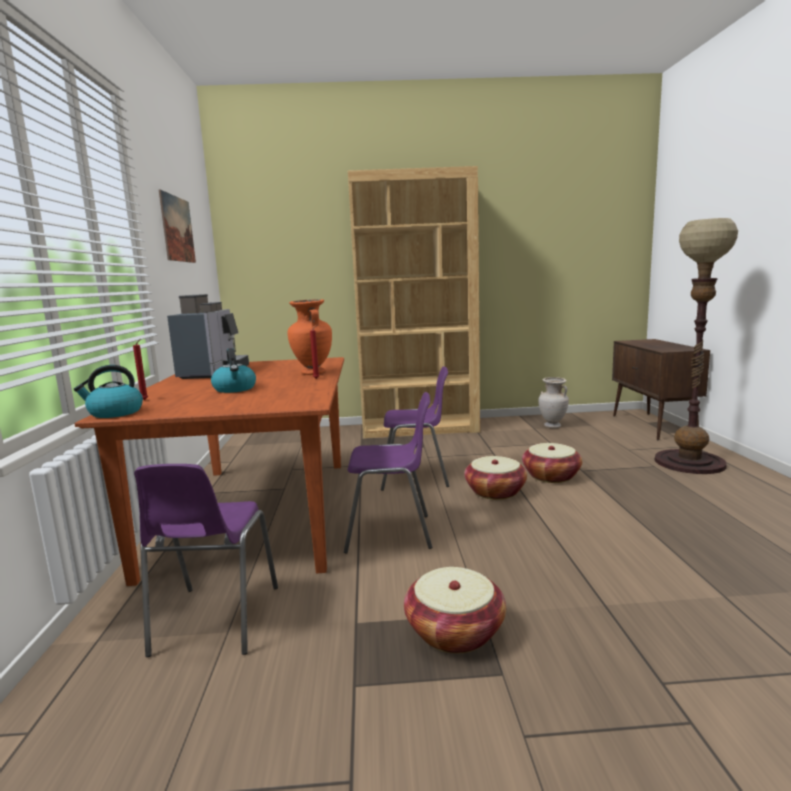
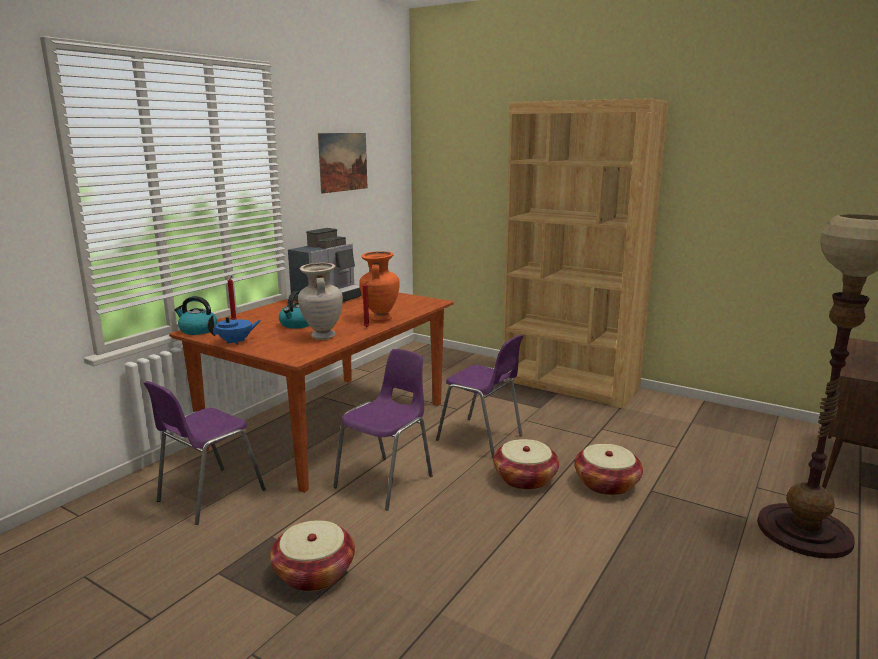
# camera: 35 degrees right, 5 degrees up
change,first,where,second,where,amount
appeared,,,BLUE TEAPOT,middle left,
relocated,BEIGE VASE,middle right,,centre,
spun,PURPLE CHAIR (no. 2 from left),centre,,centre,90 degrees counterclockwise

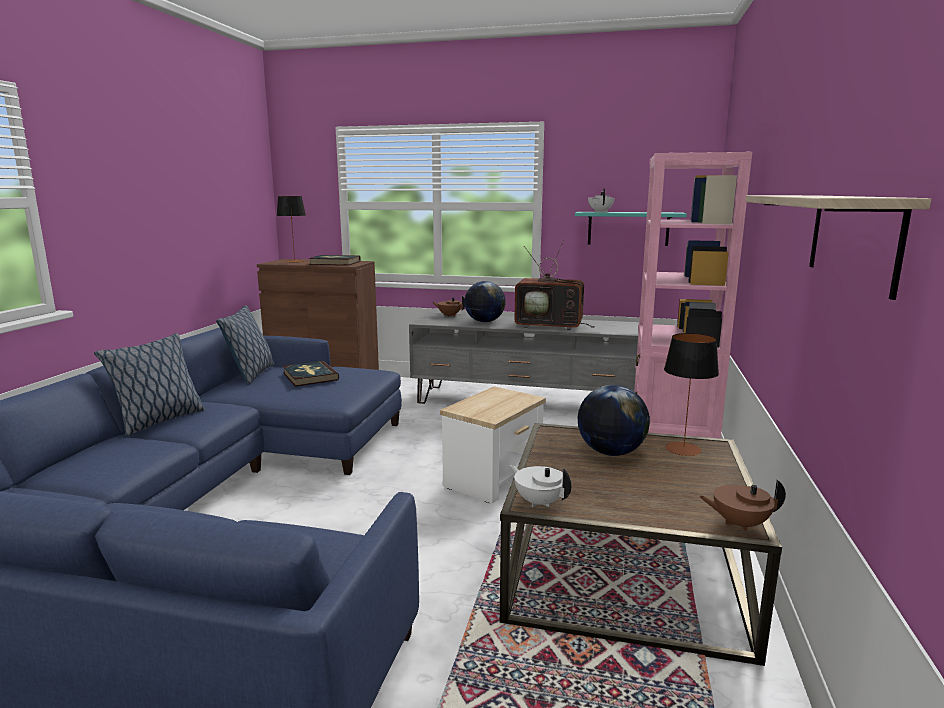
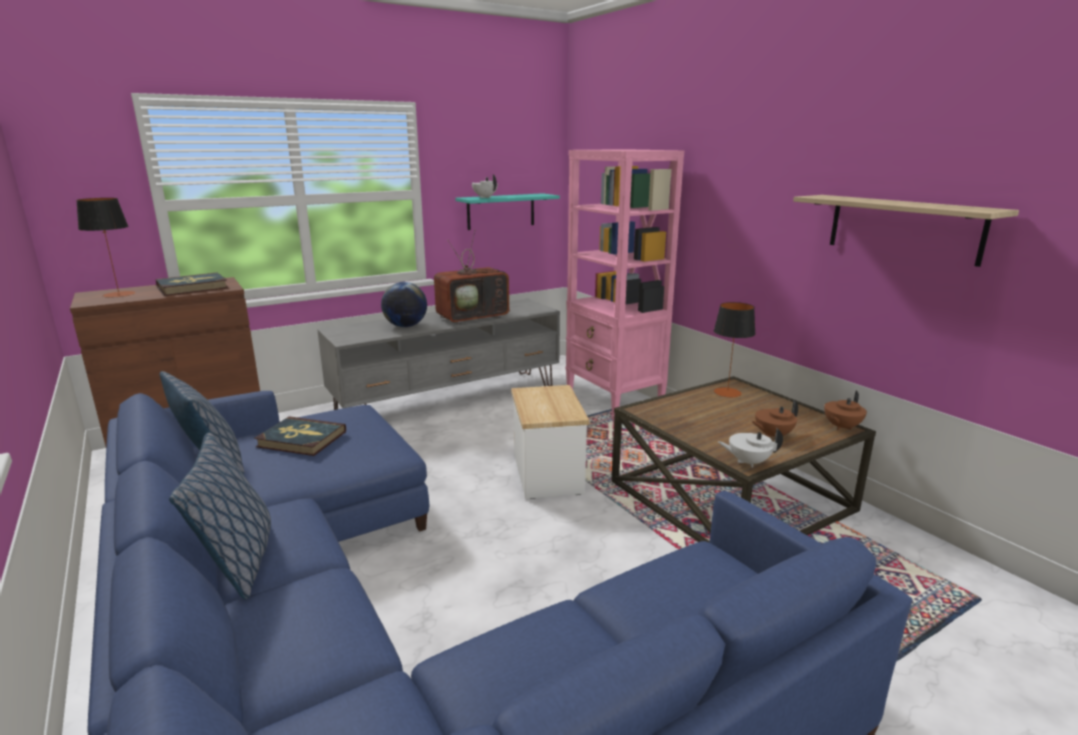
# camera: 45 degrees left, 5 degrees up
change,first,where,second,where,amount
missing,GLOBE (no. 2 from left),centre,,,
relocated,BROWN TEAPOT (no. 1 from left),centre,,middle right,

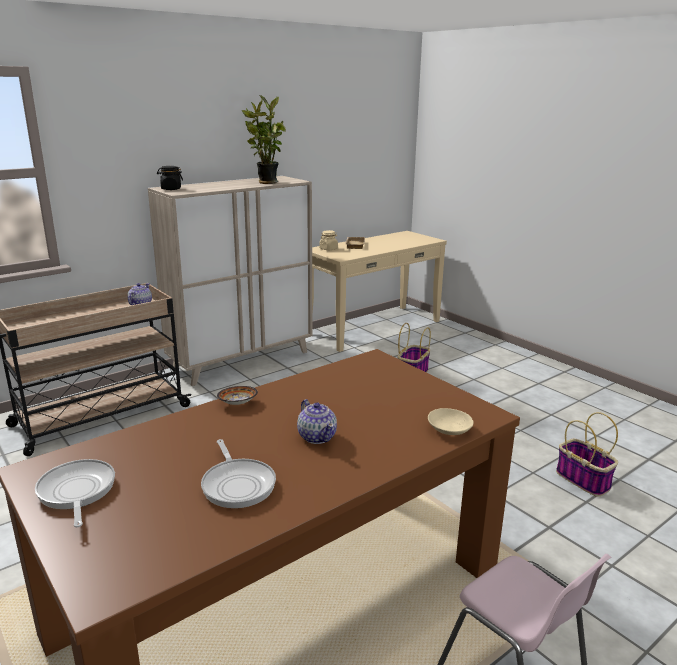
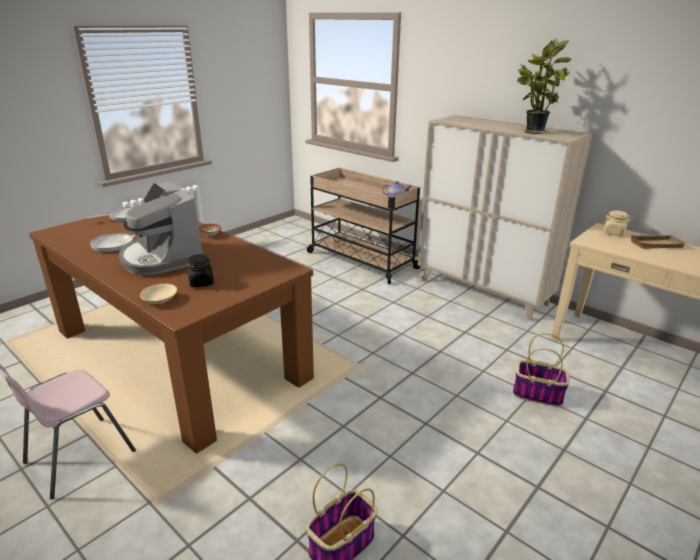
# camera: 80 degrees right, 5 degrees up
change,first,where,second,where,amount
relocated,BLACK JAR,top left,,middle left,
exchanged,TEAPOT (no. 2 from left),centre,COFFEE MACHINE,middle left,

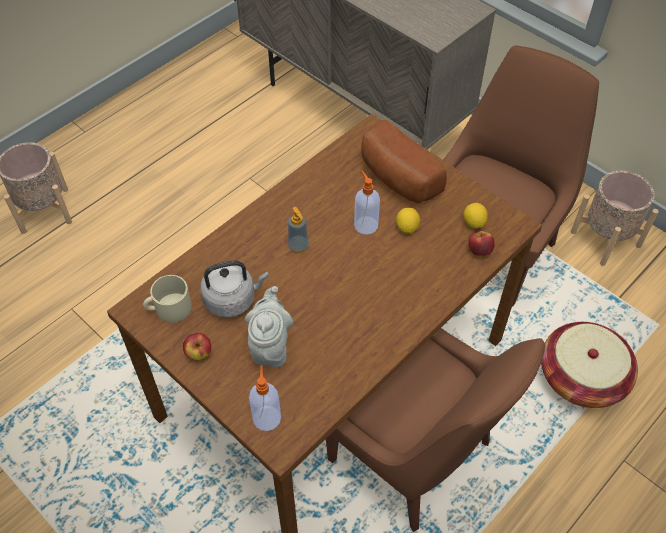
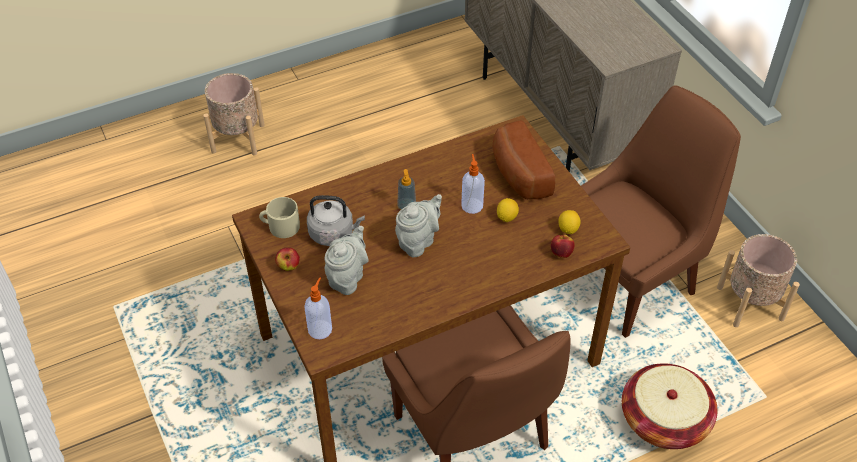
# camera: 20 degrees right, 5 degrees down
change,first,where,second,where,amount
appeared,,,GREY TEAPOT (no. 2 from left),centre,

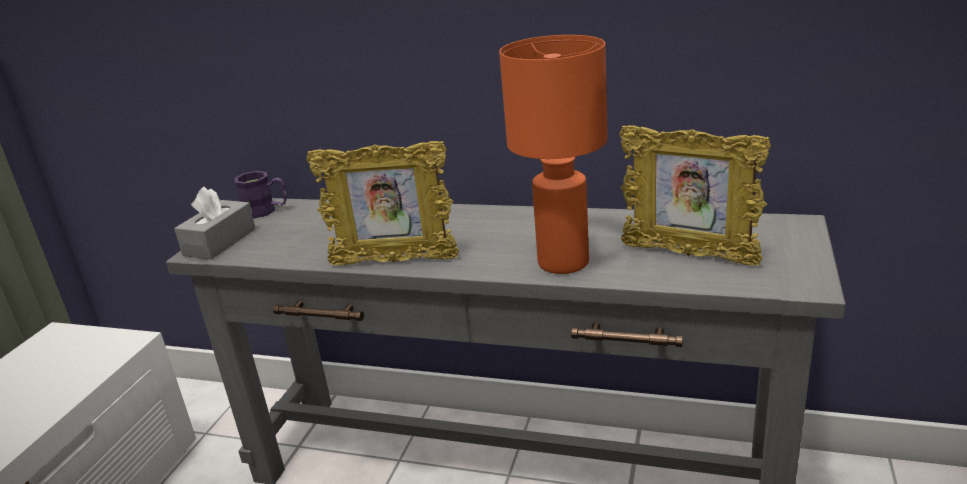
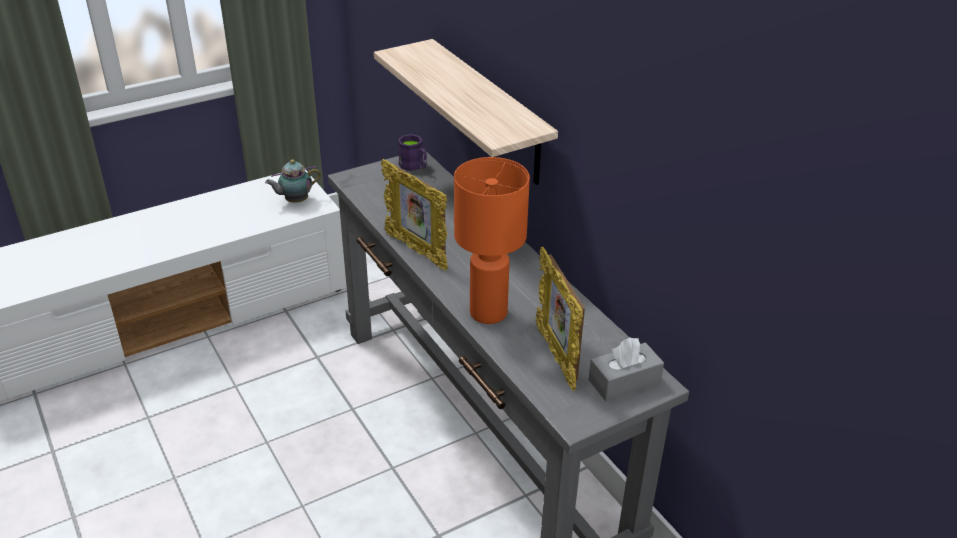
# camera: 40 degrees right, 10 degrees up
change,first,where,second,where,amount
appeared,,,TEAPOT,middle left,
appeared,,,SHELF,top centre,
relocated,GREY TISSUE BOX,middle left,,bottom centre,

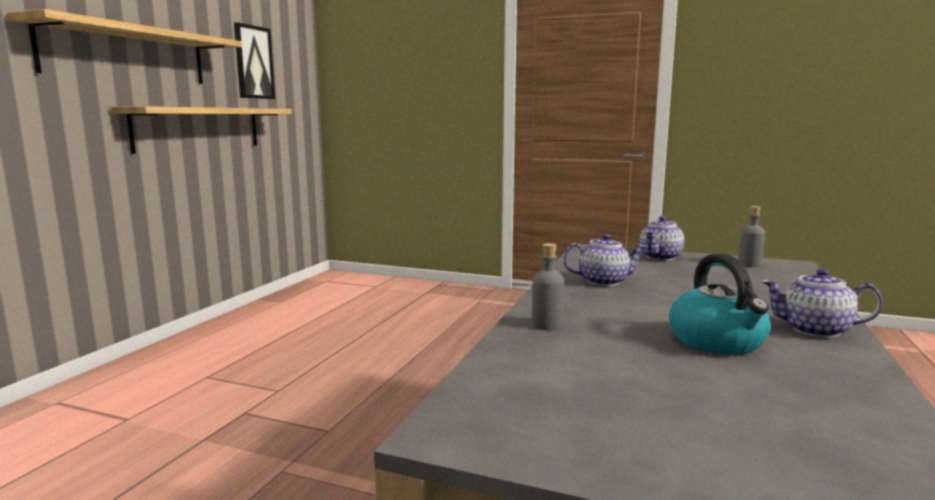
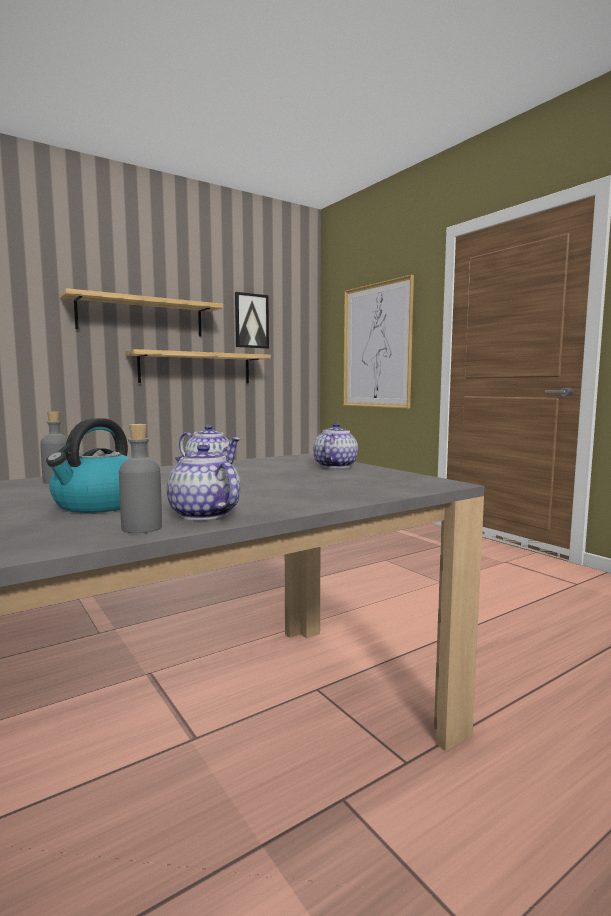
# camera: 35 degrees right, 5 degrees down
change,first,where,second,where,amount
appeared,,,PICTURE (no. 2 from left),centre,
relocated,GREY BOTTLE (no. 2 from left),middle right,,middle left,
spun,TEAPOT (no. 2 from left in the first image),middle right,TEAPOT (no. 3 from left),centre,120 degrees clockwise

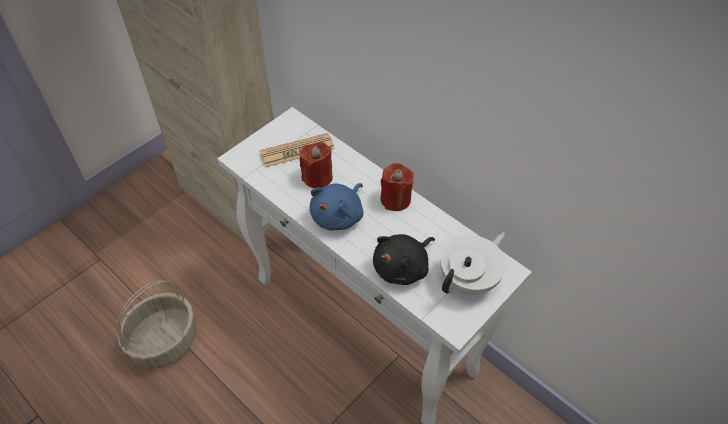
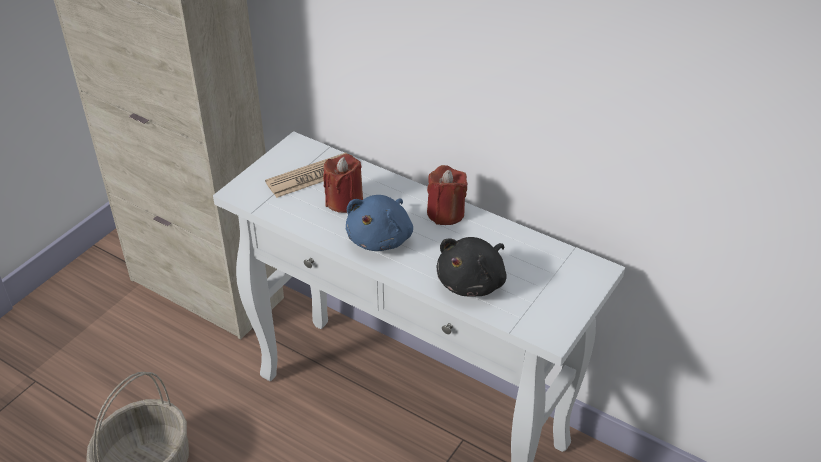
# camera: 10 degrees left, 10 degrees down
change,first,where,second,where,amount
missing,WHITE TEAPOT,centre,,,

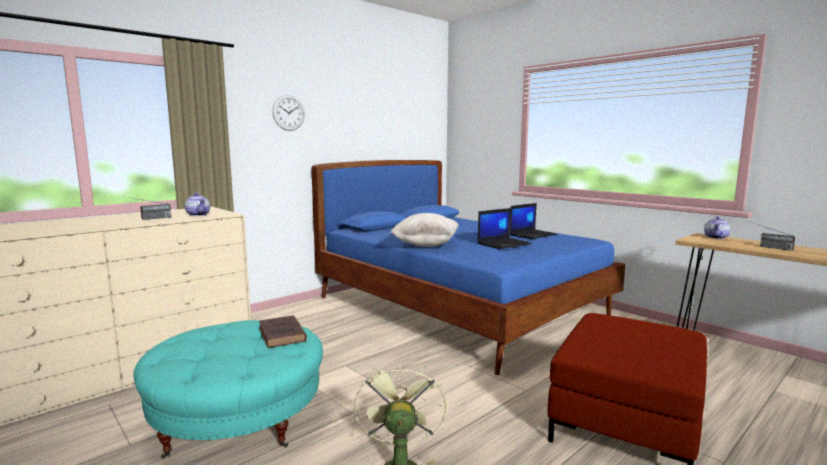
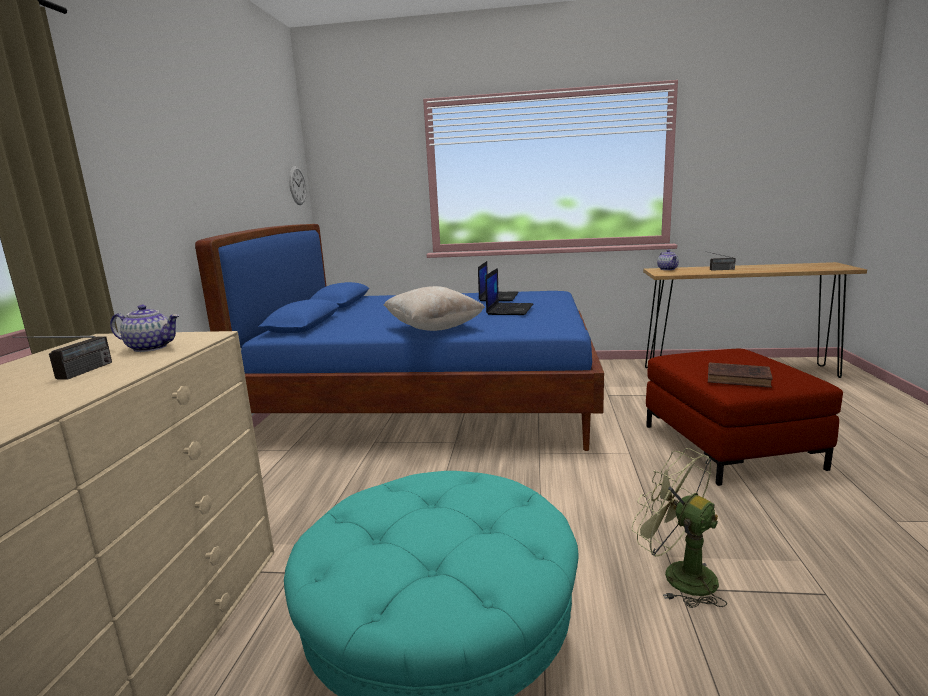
# camera: 40 degrees left, 5 degrees up
change,first,where,second,where,amount
relocated,BROWN BOOK,bottom centre,,middle right,
relocated,WALL CLOCK,top centre,,top left,

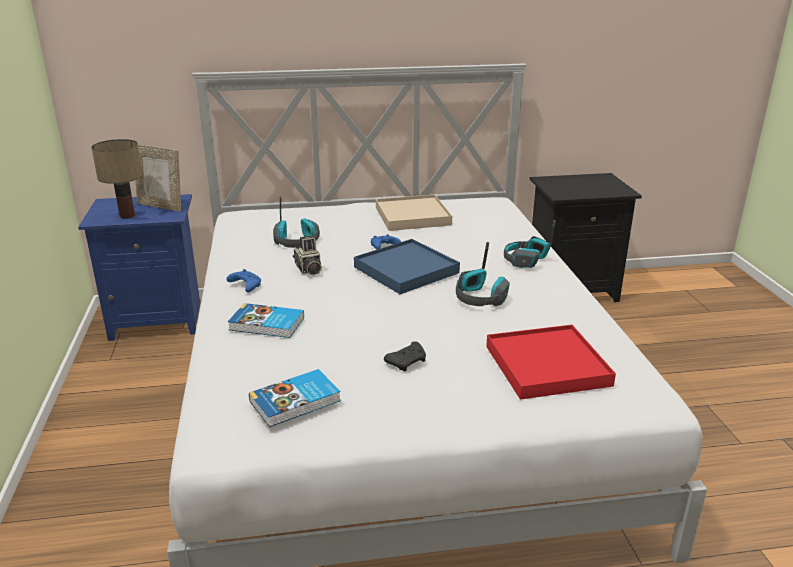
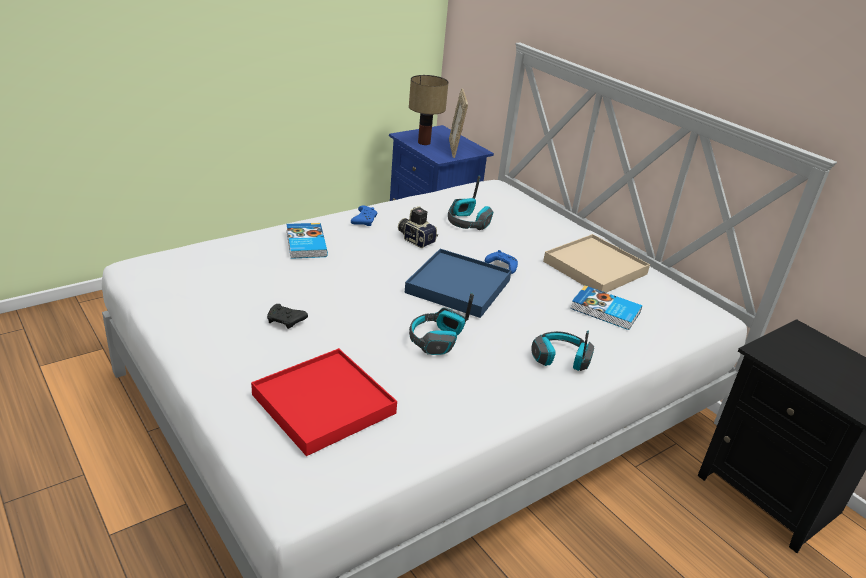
# camera: 60 degrees right, 5 degrees up
change,first,where,second,where,amount
relocated,BOOK (no. 2 from left),bottom centre,,middle right,
spun,PHOTO CAMERA,centre,,centre,90 degrees clockwise

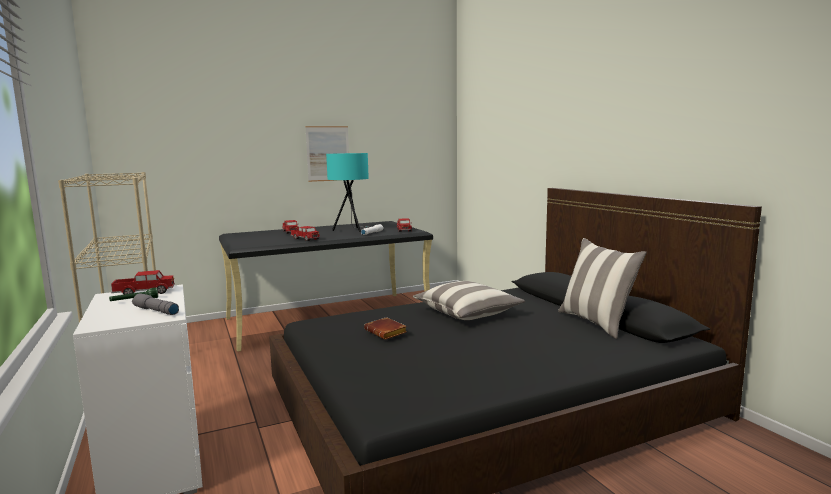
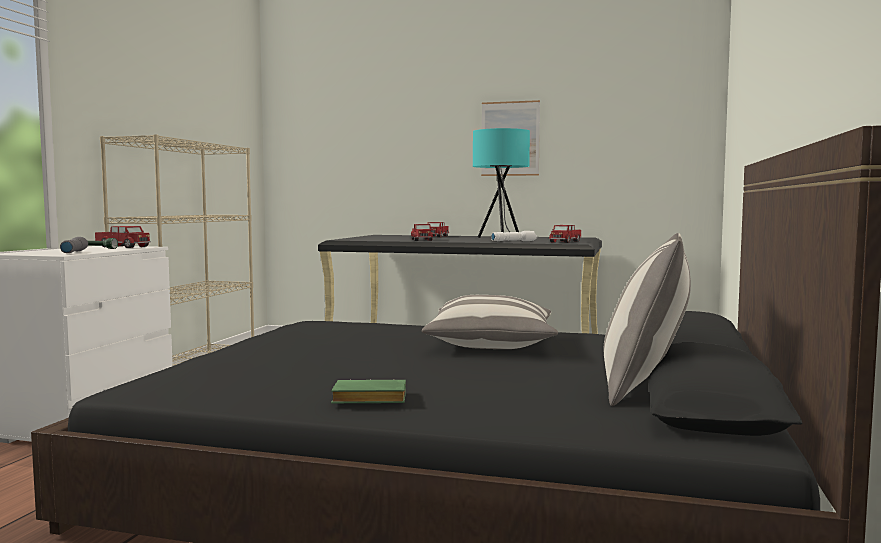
# camera: 40 degrees right, 5 degrees down
change,first,where,second,where,amount
missing,BROWN BOOK,centre,,,
appeared,,,GREEN BOOK,bottom centre,

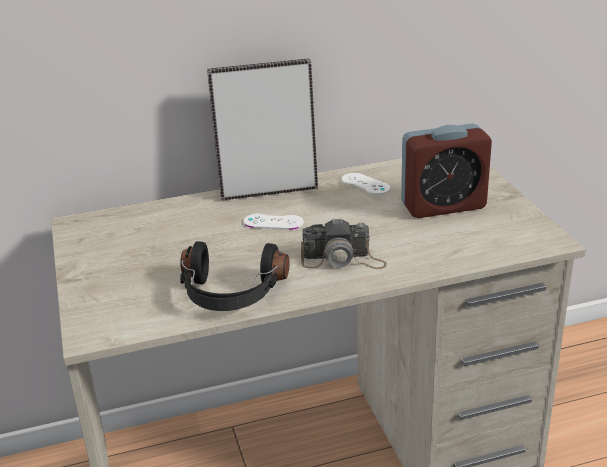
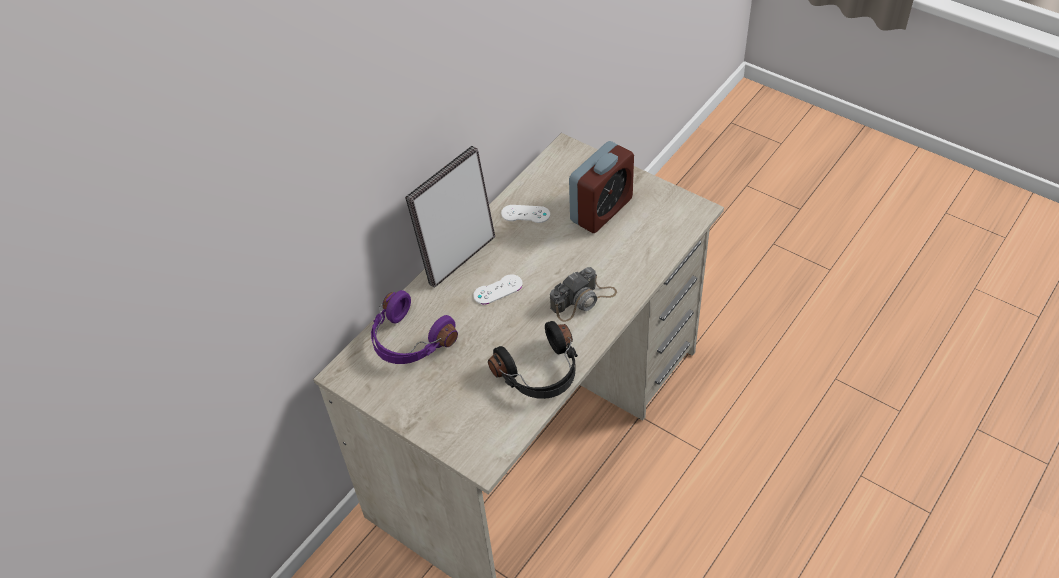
# camera: 35 degrees left, 20 degrees up
change,first,where,second,where,amount
appeared,,,PURPLE HEADPHONES,centre,

